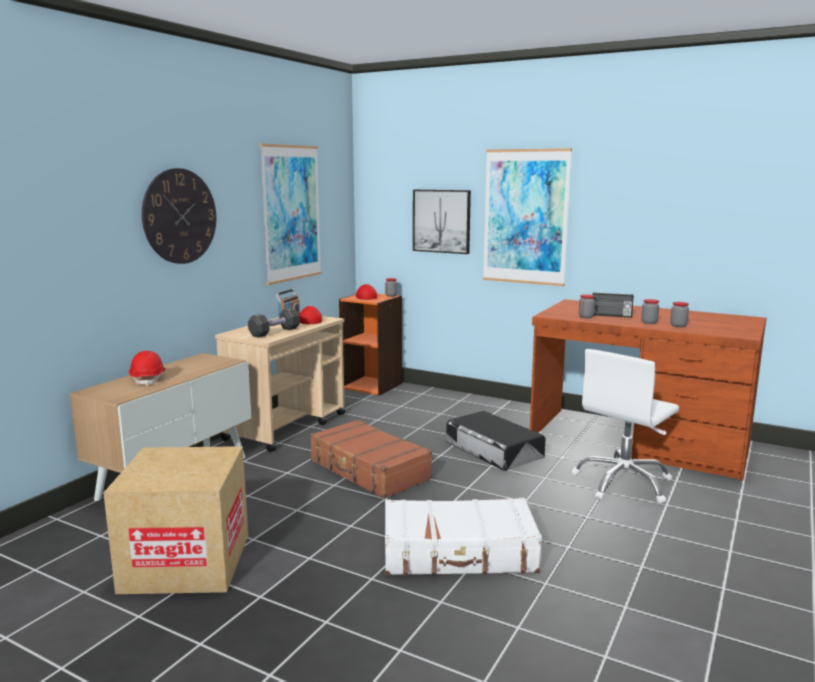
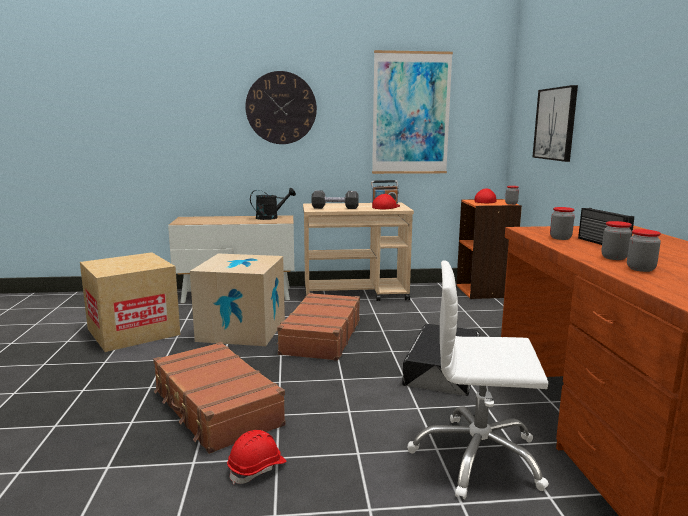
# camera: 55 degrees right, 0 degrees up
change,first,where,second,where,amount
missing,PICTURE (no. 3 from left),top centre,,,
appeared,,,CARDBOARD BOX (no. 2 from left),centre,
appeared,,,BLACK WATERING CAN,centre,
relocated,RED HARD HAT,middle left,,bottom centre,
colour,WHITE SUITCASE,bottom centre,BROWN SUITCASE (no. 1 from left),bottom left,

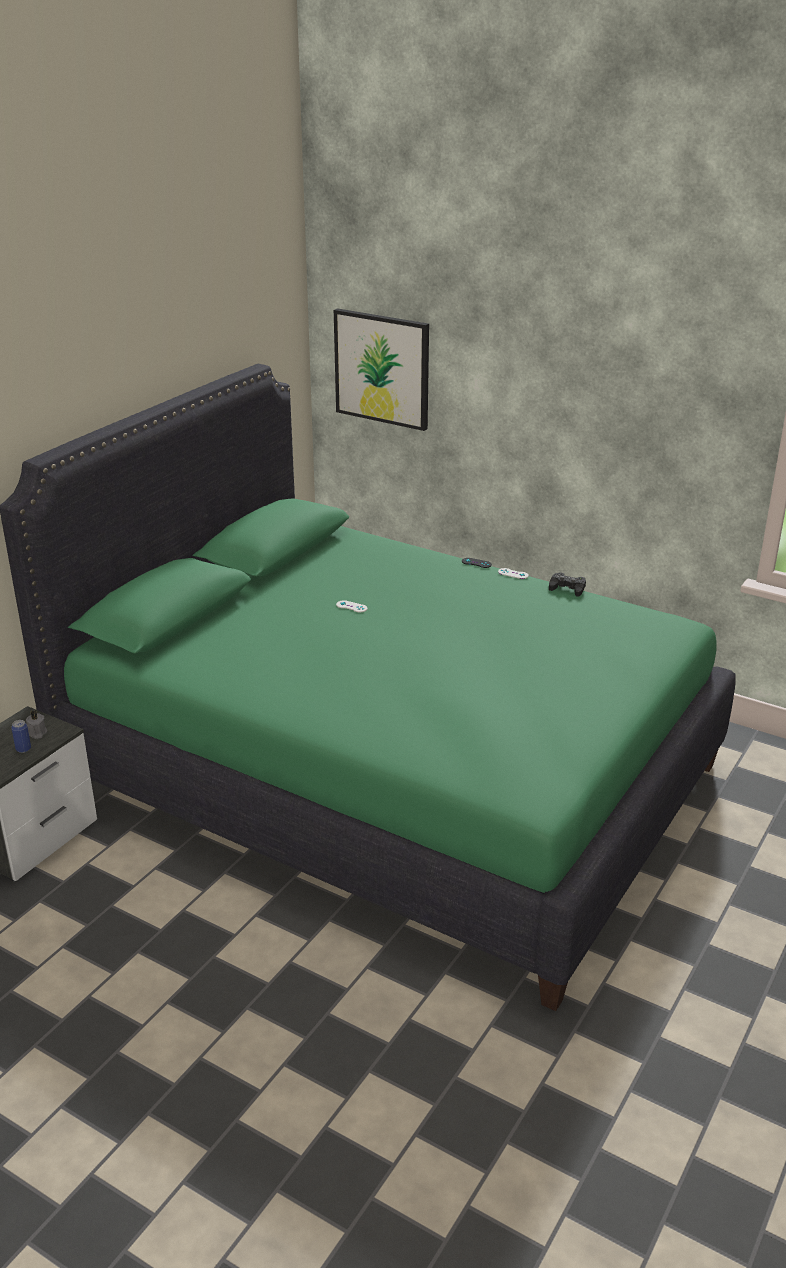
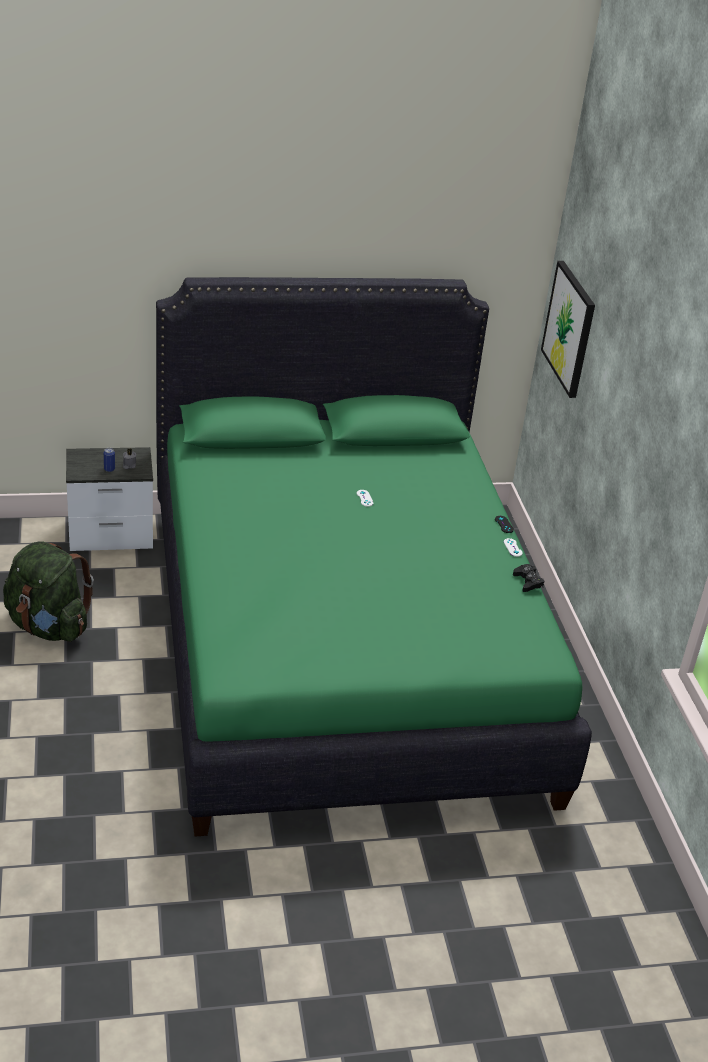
# camera: 45 degrees right, 5 degrees up
change,first,where,second,where,amount
appeared,,,GREEN BACKPACK,middle left,

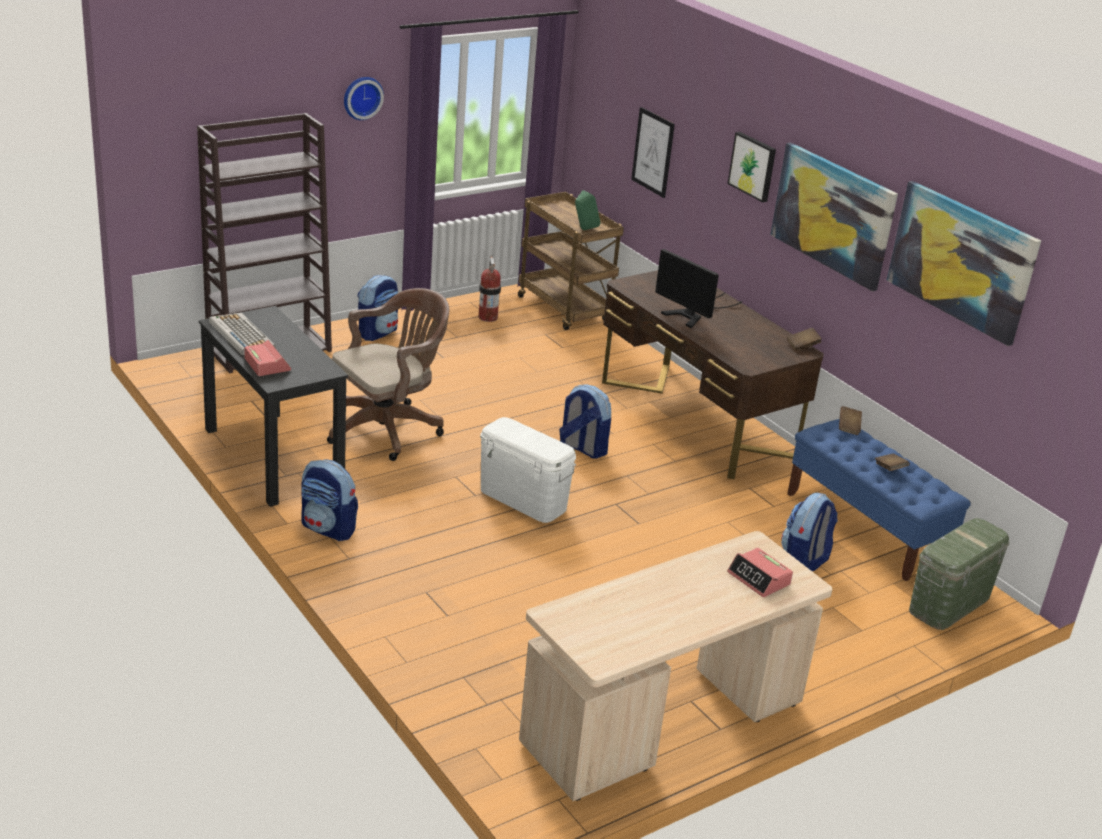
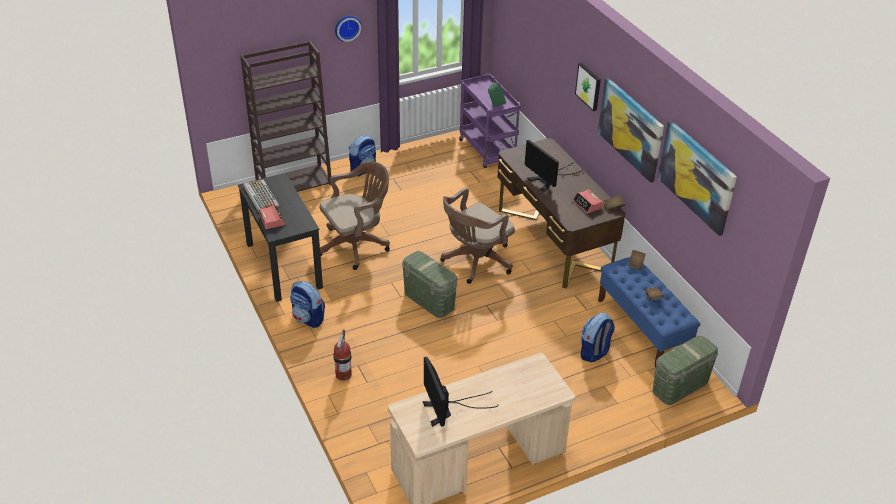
# camera: 10 degrees right, 10 degrees up
change,first,where,second,where,amount
missing,PICTURE (no. 1 from left),top centre,,,
appeared,,,MONITOR (no. 1 from left),bottom centre,
relocated,FIRE EXTINGUISHER,centre,,bottom centre,
relocated,ALARM CLOCK (no. 2 from left),bottom right,,centre,
exchanged,BACKPACK (no. 3 from left),centre,BROWN OFFICE CHAIR (no. 2 from left),centre,
colour,WHITE STORAGE BOX,centre,GREEN STORAGE BOX (no. 1 from left),centre,
colour,BROWN CART,top centre,PURPLE CART,top centre,

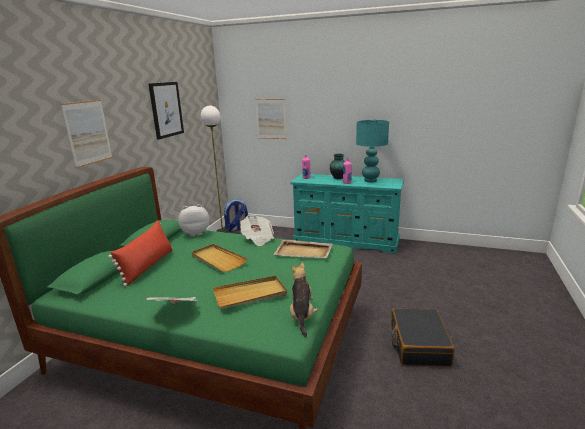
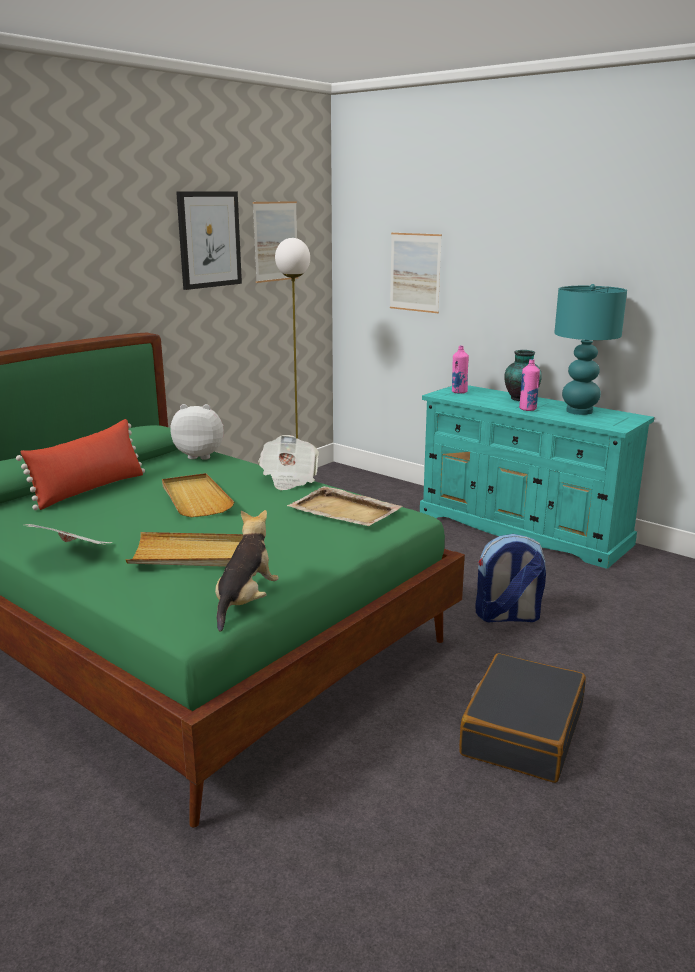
# camera: 20 degrees right, 0 degrees up
change,first,where,second,where,amount
relocated,PICTURE (no. 1 from left in the first image),top left,PICTURE (no. 2 from left),top centre,
relocated,BACKPACK,centre,,middle right,

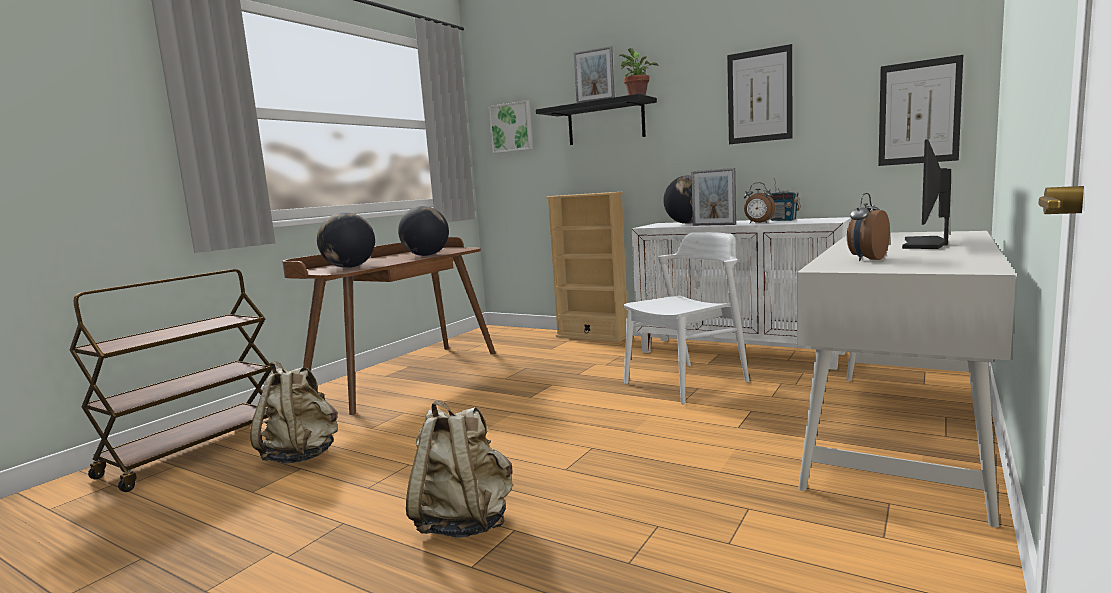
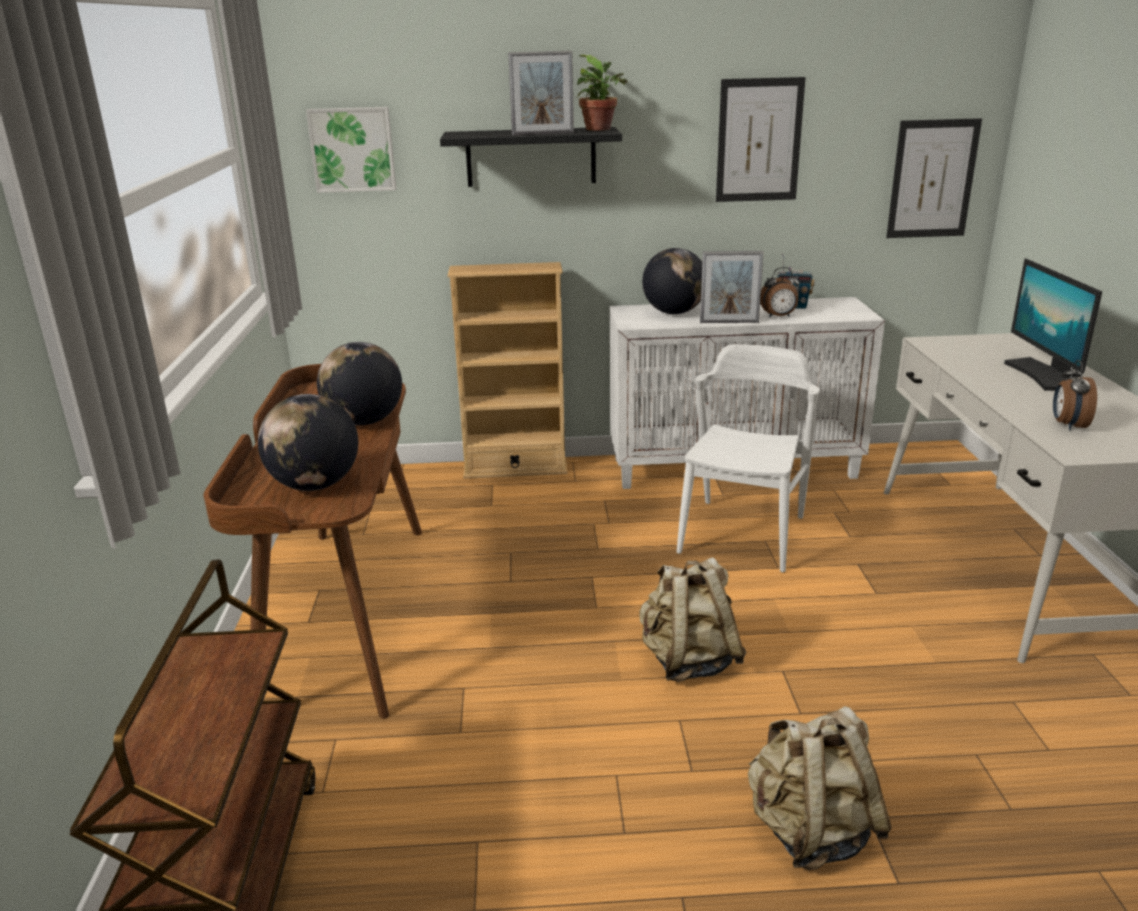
# camera: 35 degrees left, 15 degrees up
change,first,where,second,where,amount
relocated,BEIGE BACKPACK (no. 1 from left),bottom left,,bottom centre,

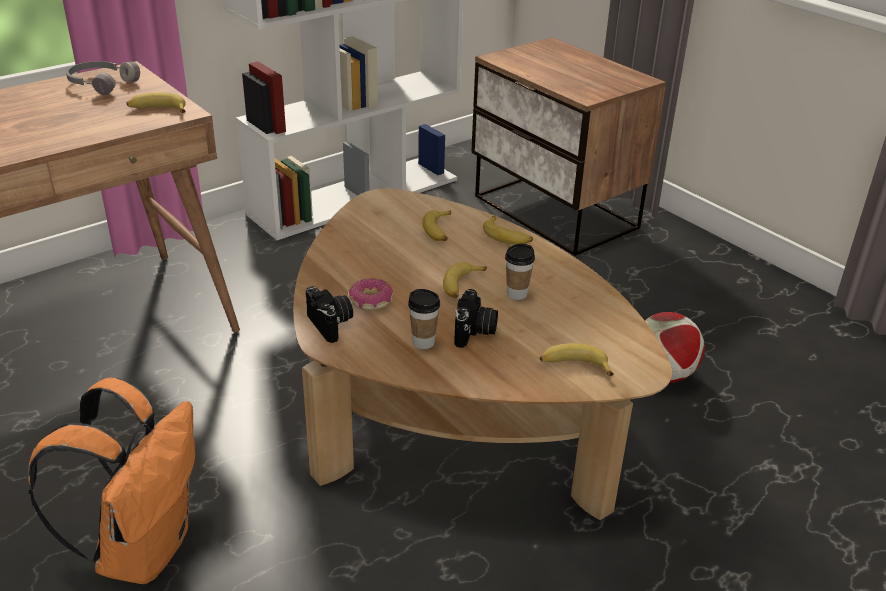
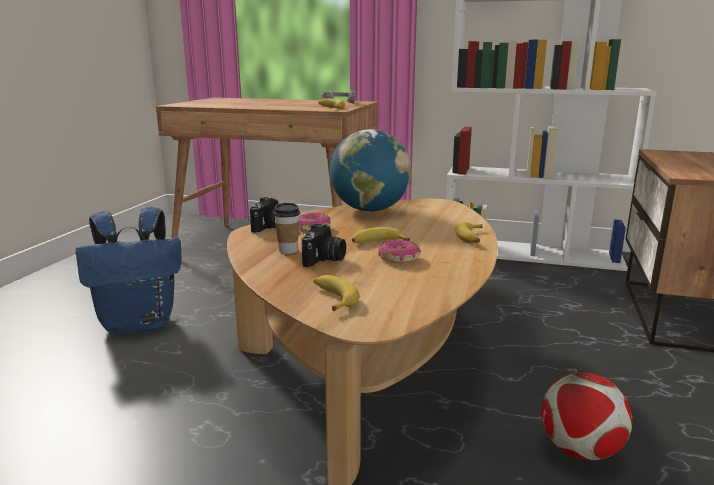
# camera: 55 degrees right, 15 degrees down
change,first,where,second,where,amount
missing,BANANA (no. 2 from left),centre,,,
appeared,,,GLOBE,centre,
exchanged,CUP (no. 2 from left),centre,DONUT (no. 2 from left),centre,
colour,ORANGE BACKPACK,bottom left,BLUE BACKPACK,middle left,
spun,PHOTO CAMERA (no. 2 from left),centre,,centre,45 degrees counterclockwise

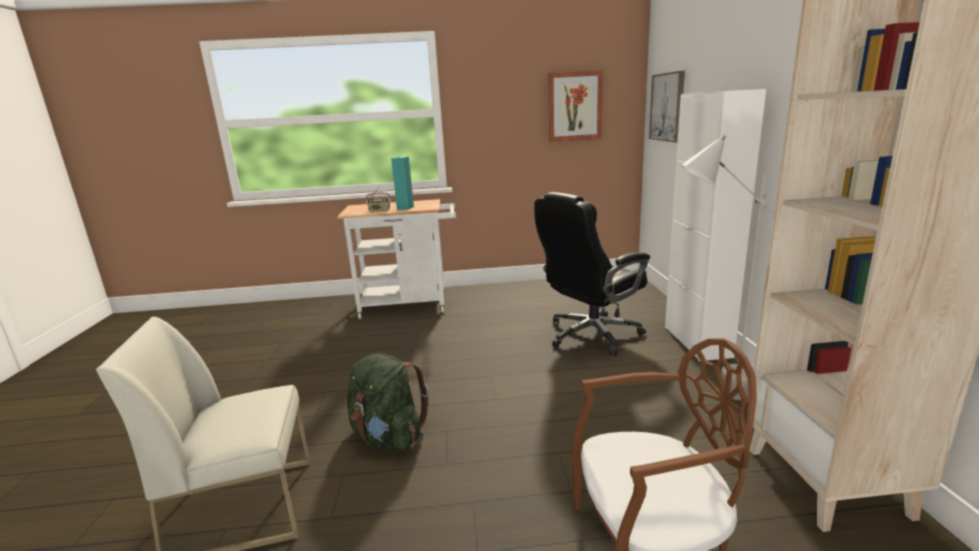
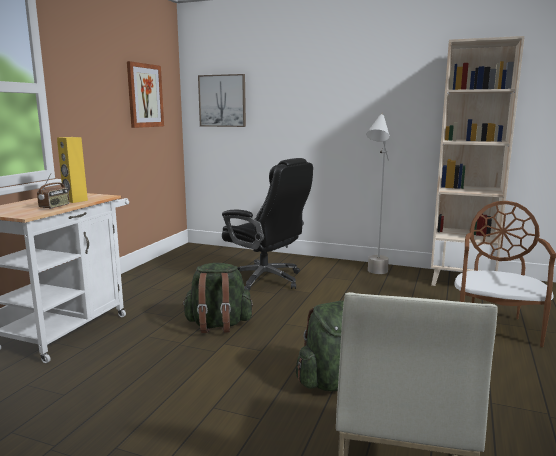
# camera: 65 degrees left, 5 degrees down
change,first,where,second,where,amount
missing,WHITE CABINET,middle right,,,
appeared,,,GREEN BACKPACK (no. 1 from left),centre,
colour,TURQUOISE SPEAKER,top centre,YELLOW SPEAKER,middle left,
spun,BLACK OFFICE CHAIR,centre,,centre,45 degrees counterclockwise

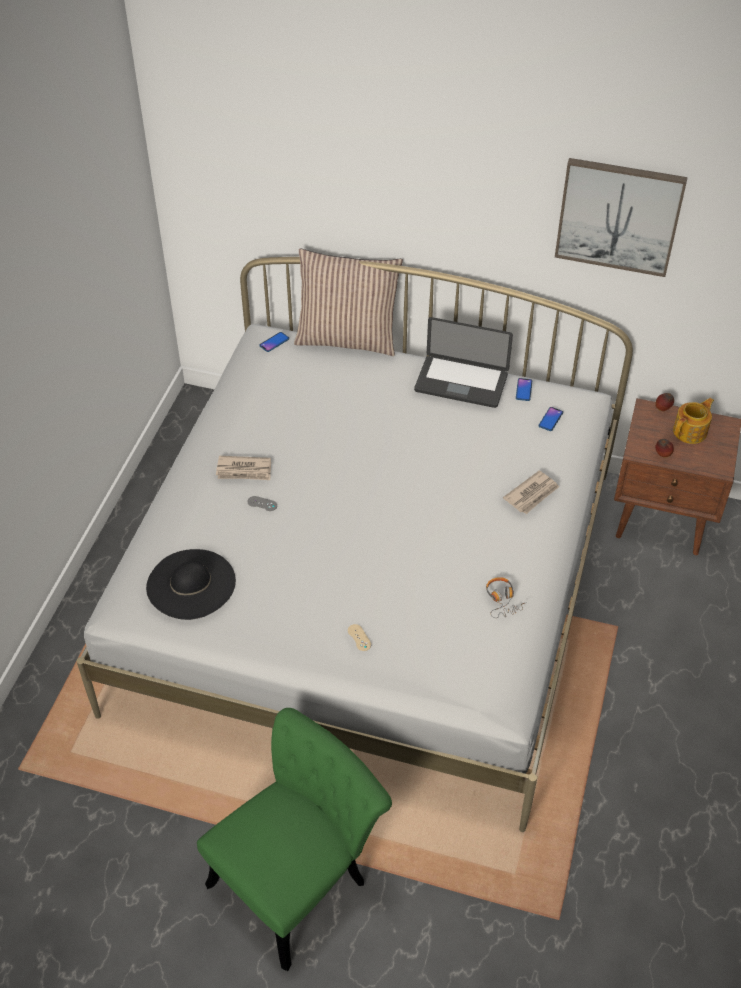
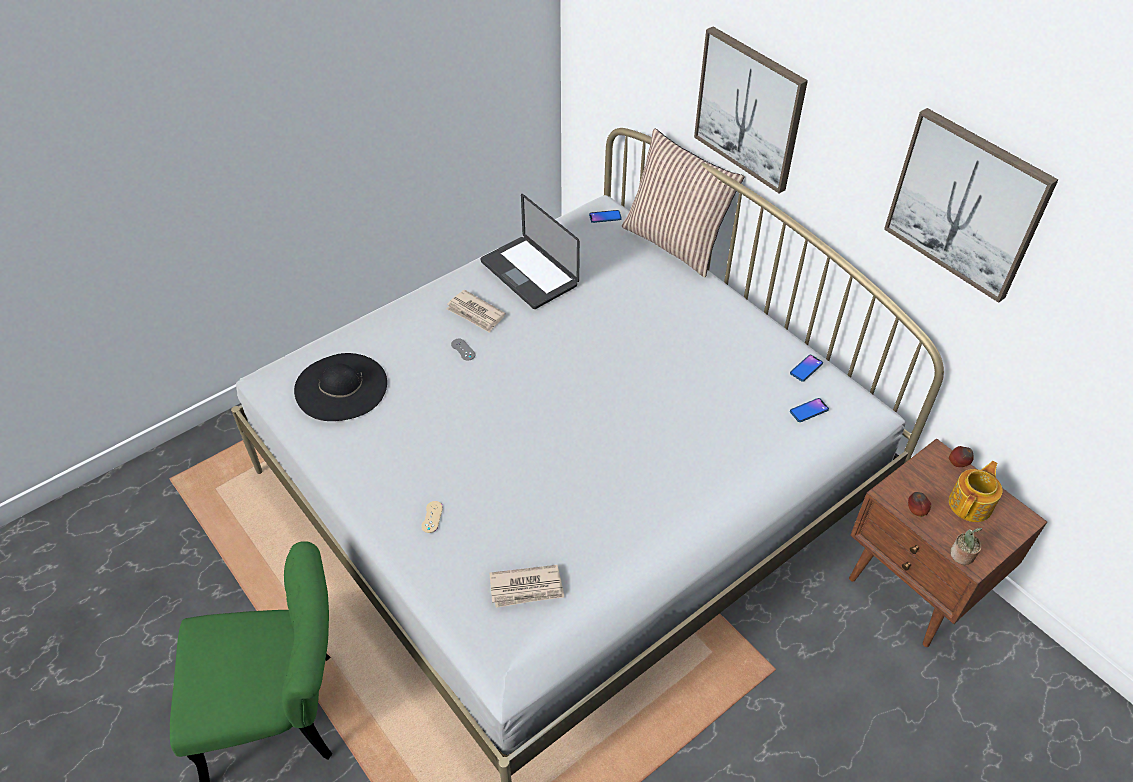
# camera: 35 degrees right, 0 degrees up
change,first,where,second,where,amount
missing,HEADPHONES,middle right,,,
appeared,,,PICTURE (no. 1 from left),top centre,
appeared,,,POTTED PLANT,bottom right,
relocated,LAPTOP,centre,,top centre,
relocated,NEWSPAPER (no. 2 from left),middle right,,bottom centre,
spun,TEAPOT,middle right,,middle right,45 degrees counterclockwise

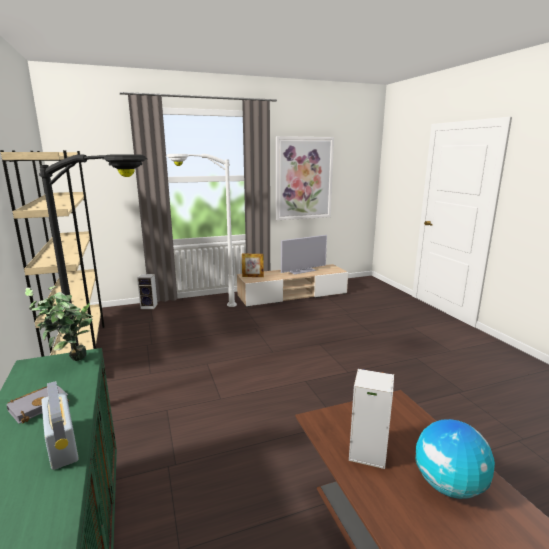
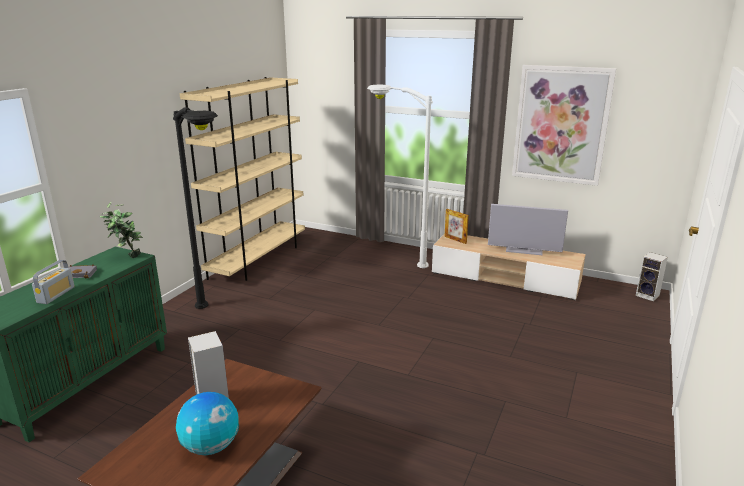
# camera: 45 degrees right, 5 degrees up
change,first,where,second,where,amount
relocated,SPEAKER (no. 1 from left in the first image),middle left,SPEAKER (no. 2 from left),middle right,

